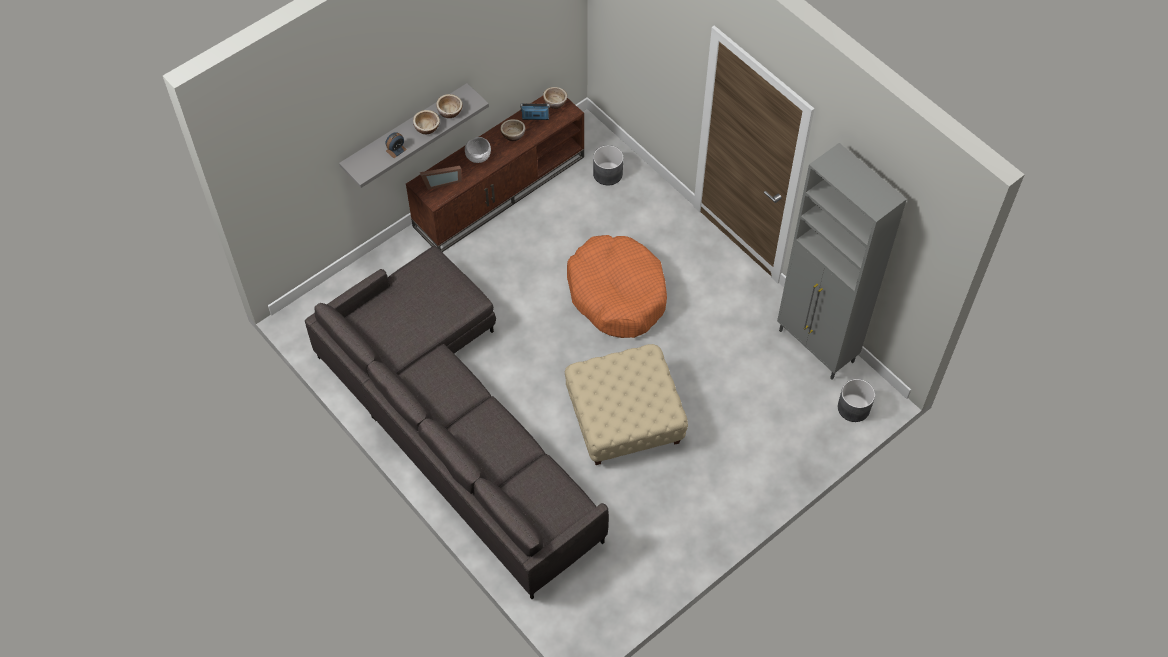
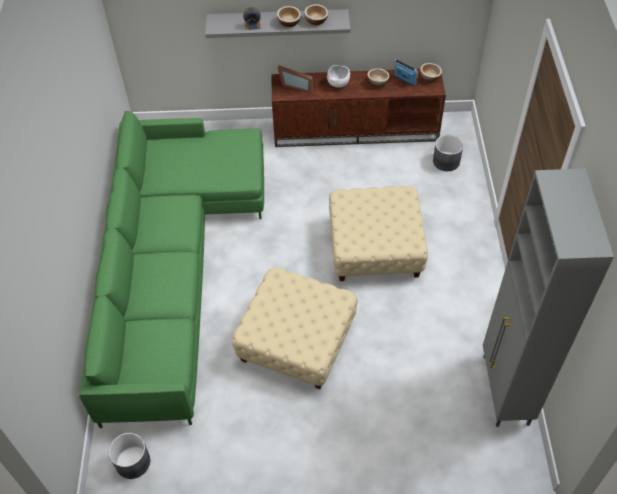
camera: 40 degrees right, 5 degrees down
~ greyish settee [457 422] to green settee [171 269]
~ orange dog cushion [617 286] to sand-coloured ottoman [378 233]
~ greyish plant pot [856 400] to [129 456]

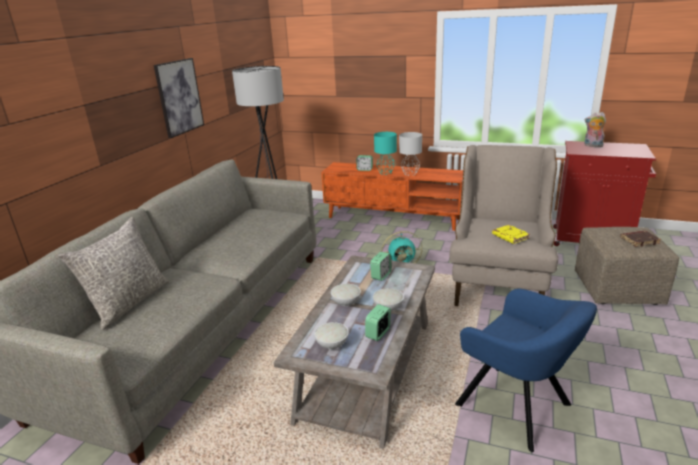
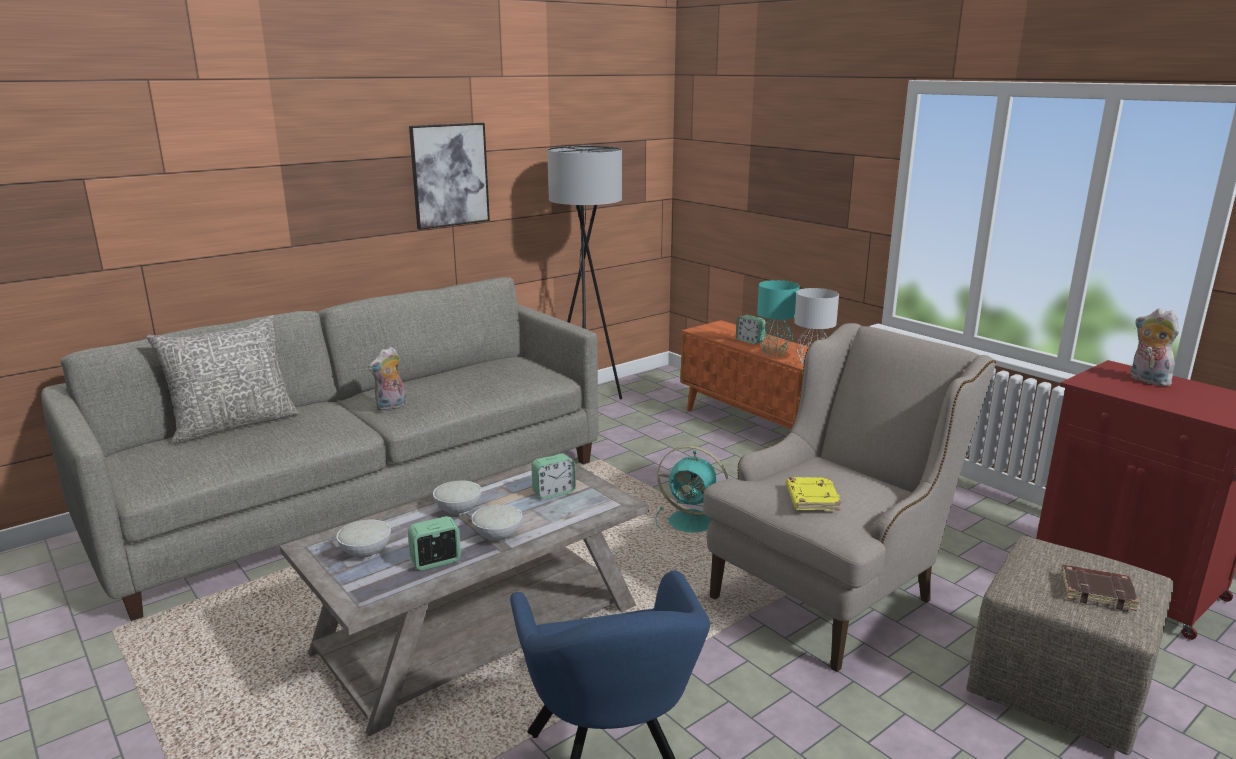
camera: 30 degrees right, 5 degrees down
+ soft toy [387 379]

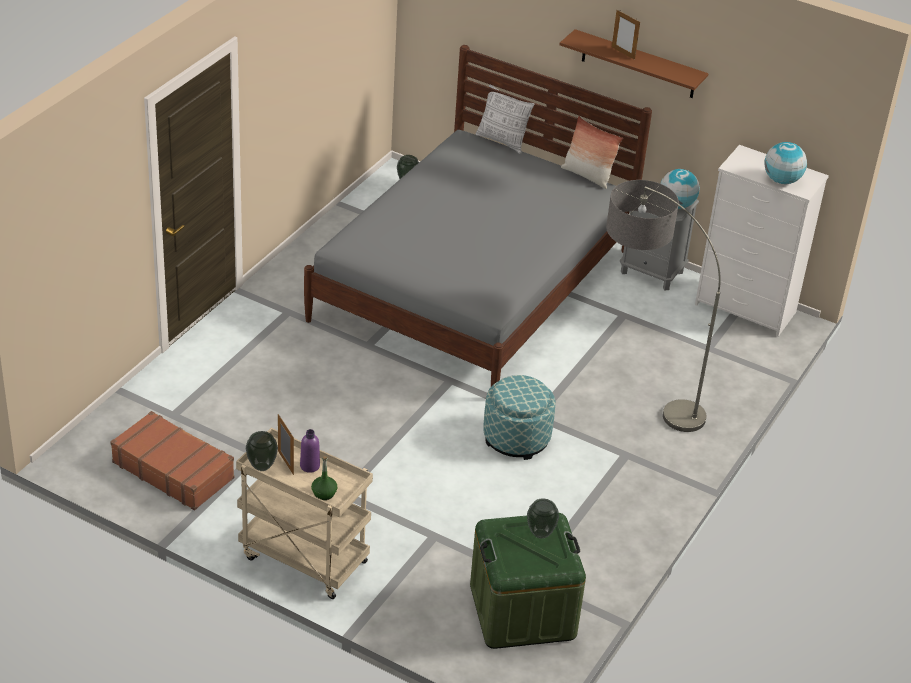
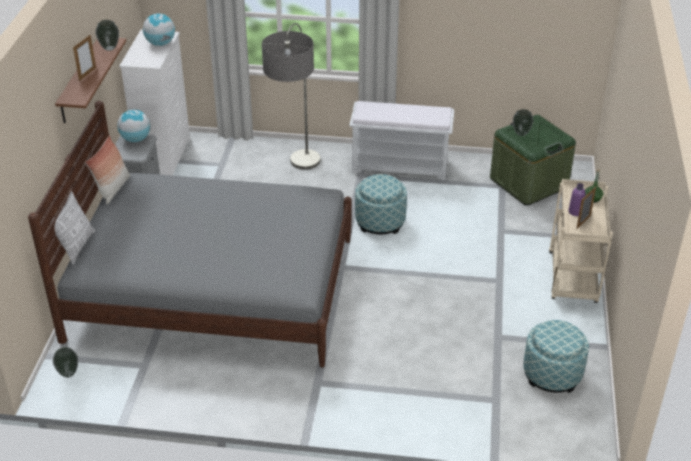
camera: 110 degrees left, 0 degrees up
~ brownish travel case [172 461] to ottoman [556 356]
~ flower vase [262 451] to [107 35]
+ white-coloured long seat [401 140]

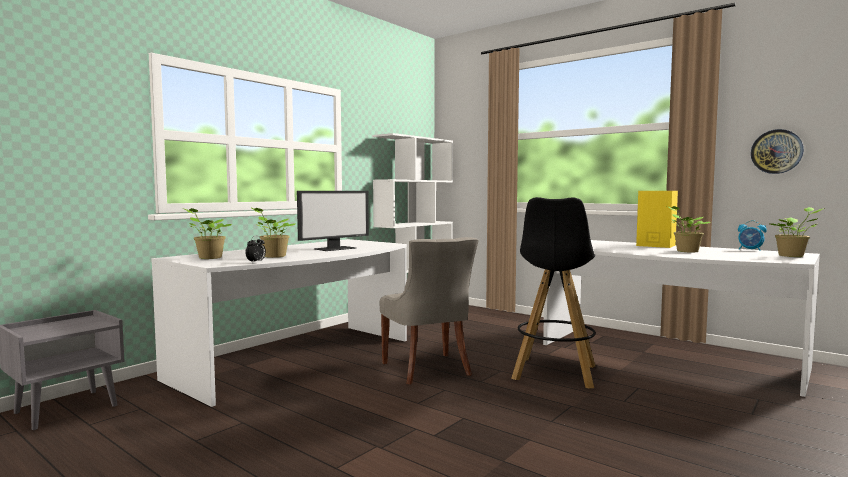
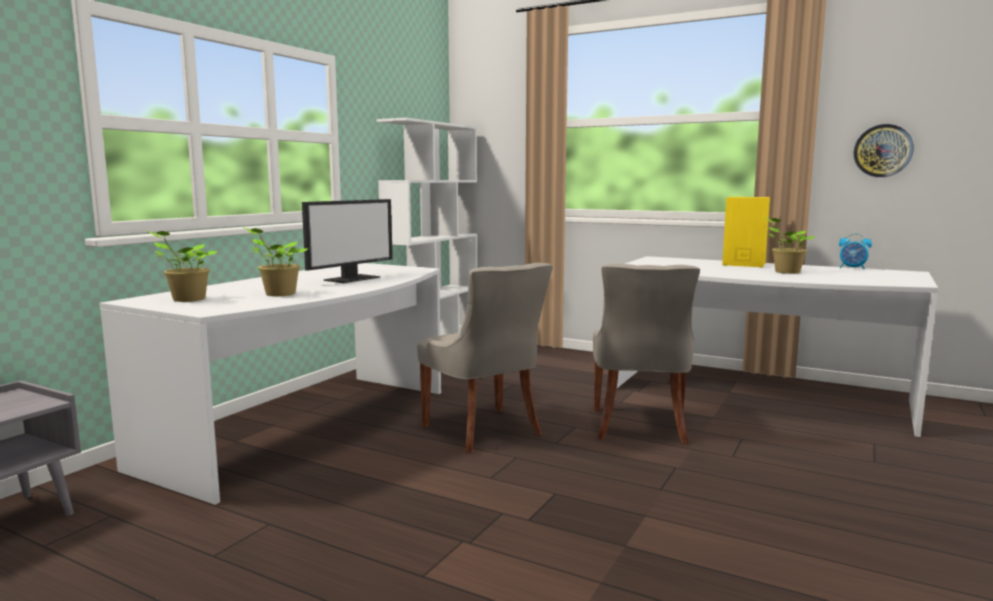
camera: 10 degrees left, 5 degrees up
- bedside clock [256 249]
~ blackish sitting stool [553 293] to greyish plain chair [646 354]
- houseplant [797 232]

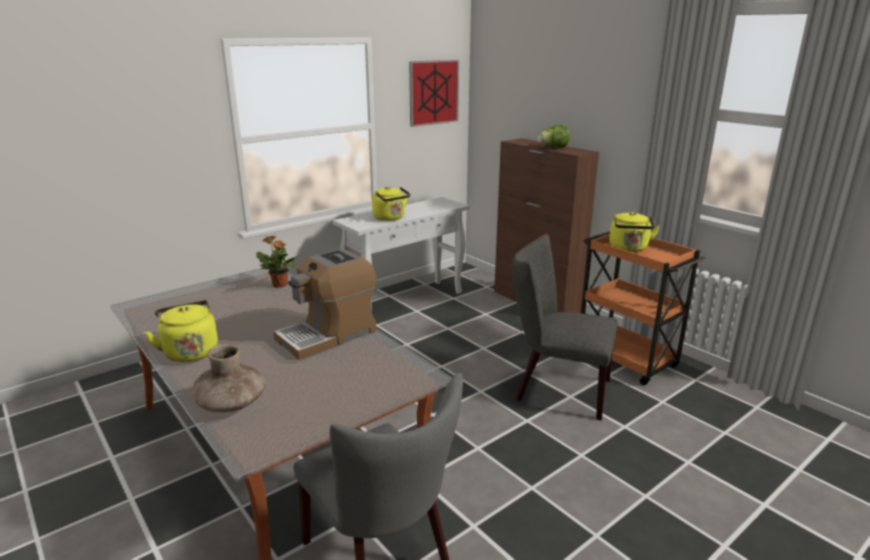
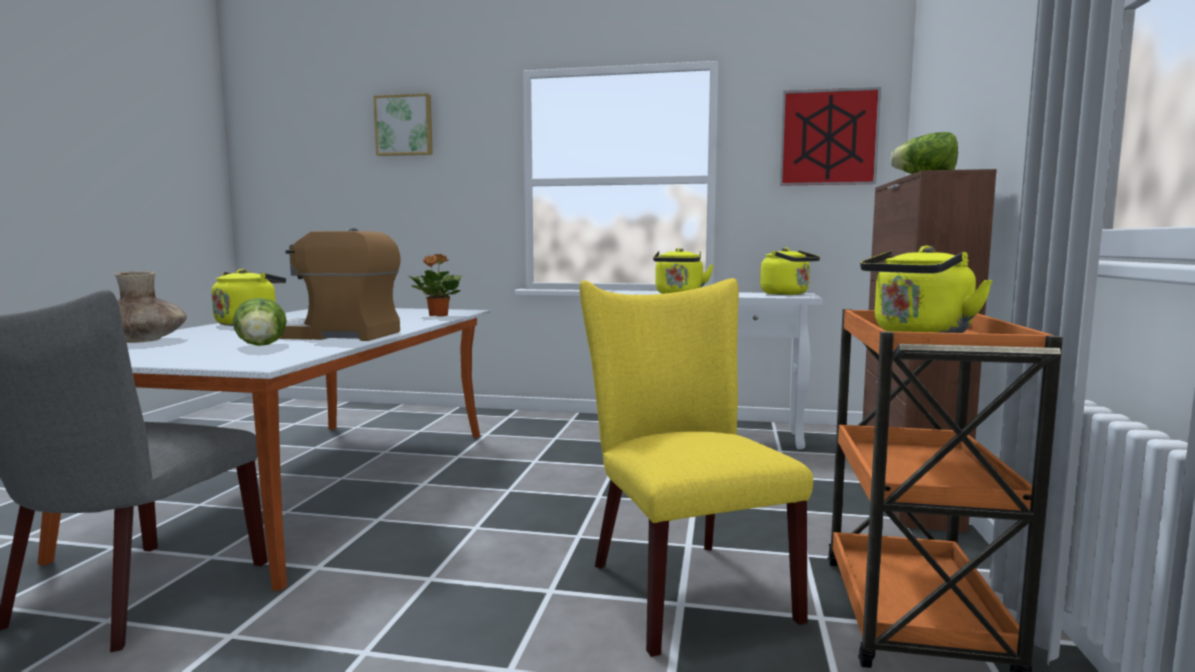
camera: 50 degrees right, 15 degrees down
~ greyish plain chair [565 327] to yellow-coloured plain chair [696 467]
+ lettuce [260 322]
+ wall art [403 124]
+ yellow-coloured kettle [790 271]

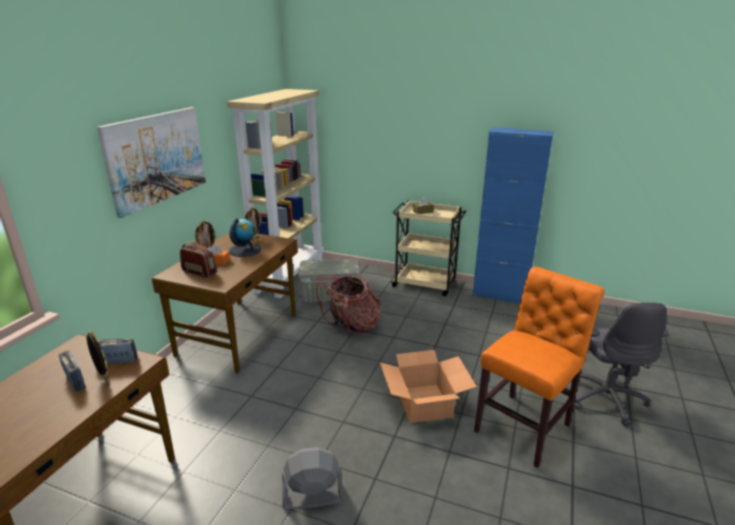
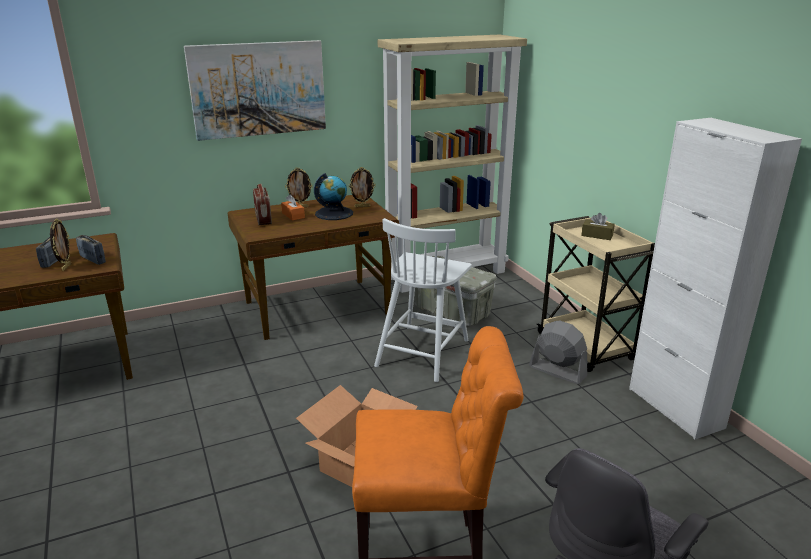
camera: 45 degrees right, 0 degrees up
~ greyish cooling fan [313 478] to [558 352]
~ rucksack [348 305] to white-coloured plain chair [423 300]
~ blue-coloured cupboard [513 215] to white-coloured cupboard [715 278]

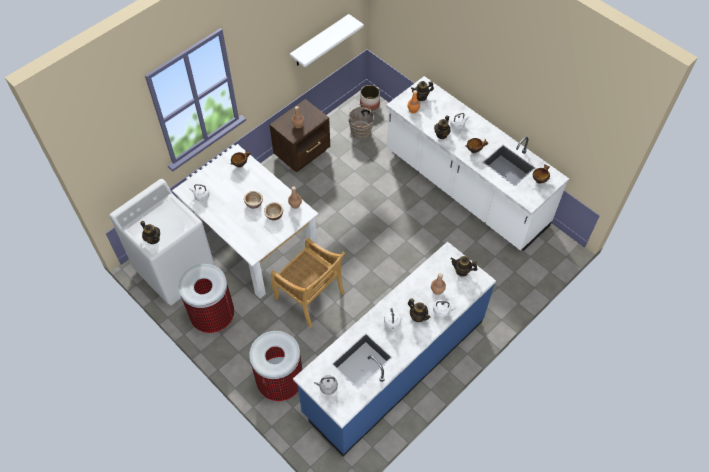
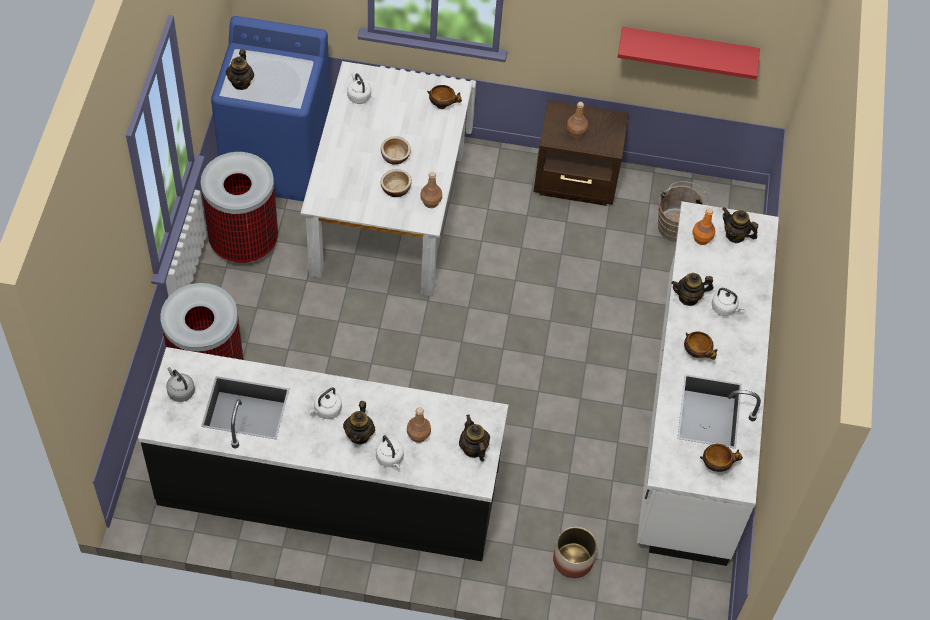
camera: 50 degrees right, 0 degrees up
~ white-coloured laundry machine [162 242] to blue-coloured laundry machine [270 109]
- sand-coloured plain chair [308 282]
~ white-coloured bracket shelf [327 40] to red-coloured bracket shelf [689 53]
~ blue-coloured kitchen counter [394 348] to blackish kitchen counter [323 454]
~ plant pot [370 98] to [575 552]

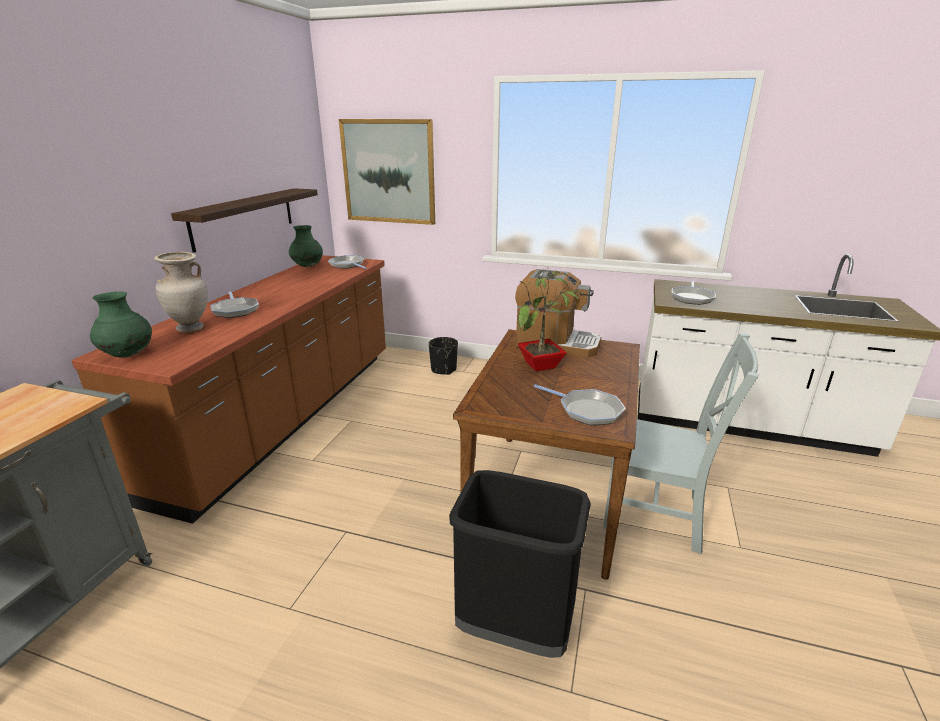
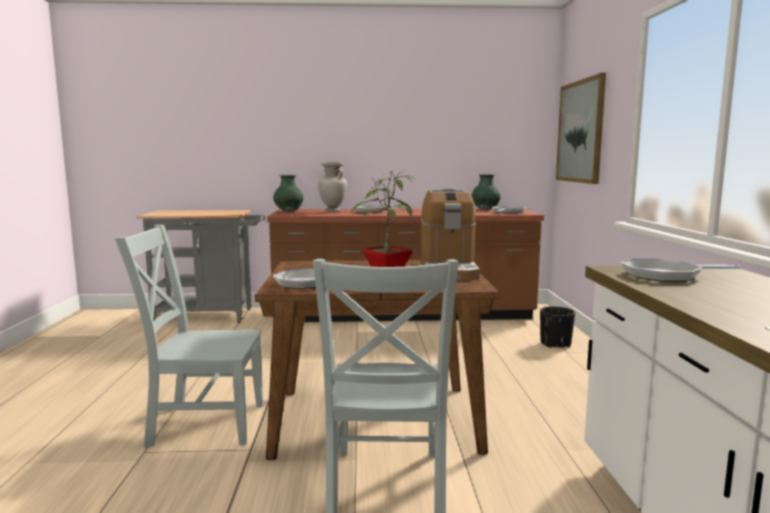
camera: 70 degrees right, 15 degrees down
- bracket shelf [244 220]
~ blackish waste bin [520 564] to greyish plain chair [189 336]

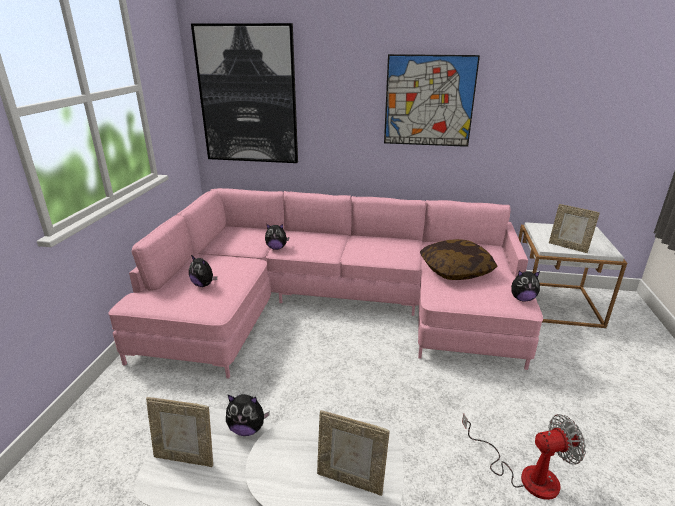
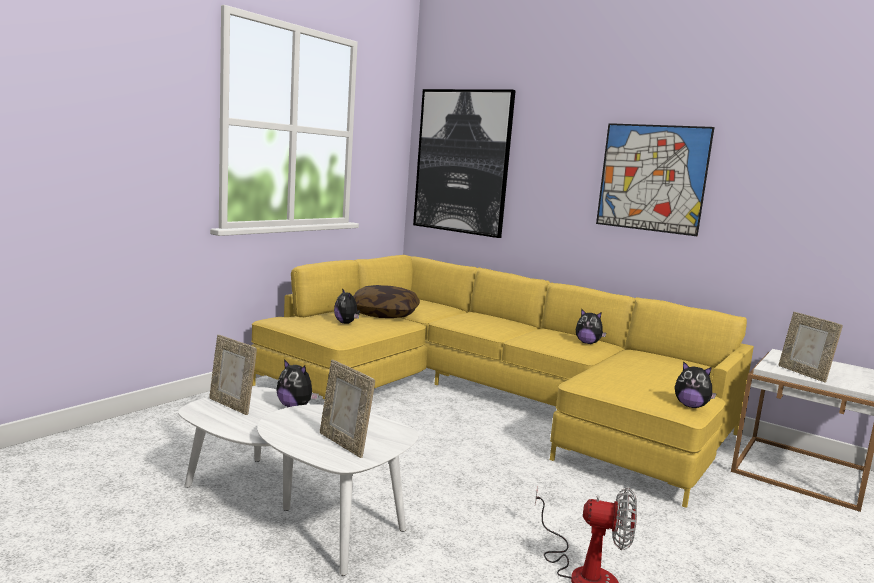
camera: 25 degrees right, 15 degrees down
~ pink settee [325 283] to yellow-coloured settee [502 381]
~ soft toy [277 237] to [591 326]
~ pillow [458 259] to [386 301]

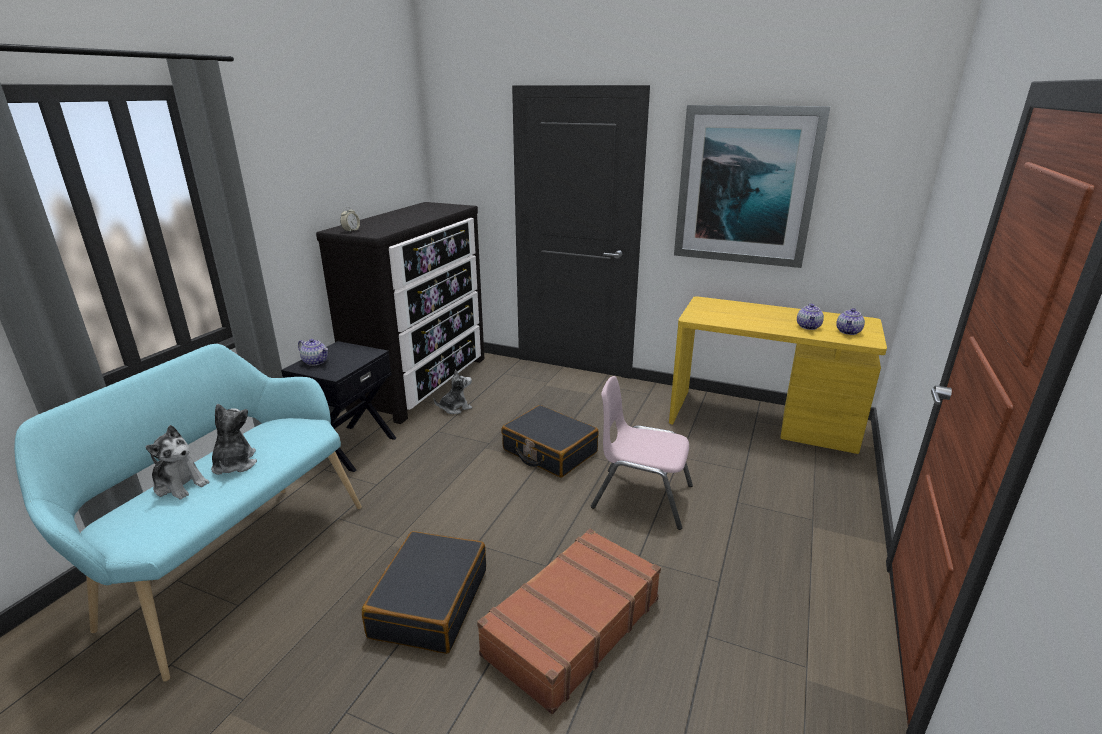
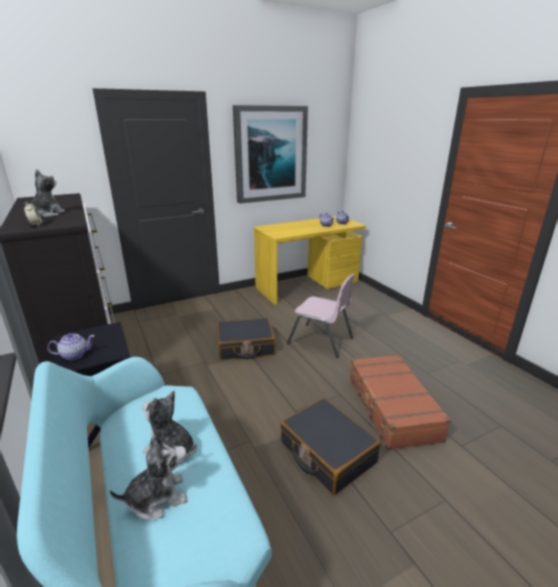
camera: 50 degrees left, 0 degrees up
~ soft toy [453 391] to [45 193]
~ pink plain chair [642 453] = [321 316] 120 degrees counterclockwise

